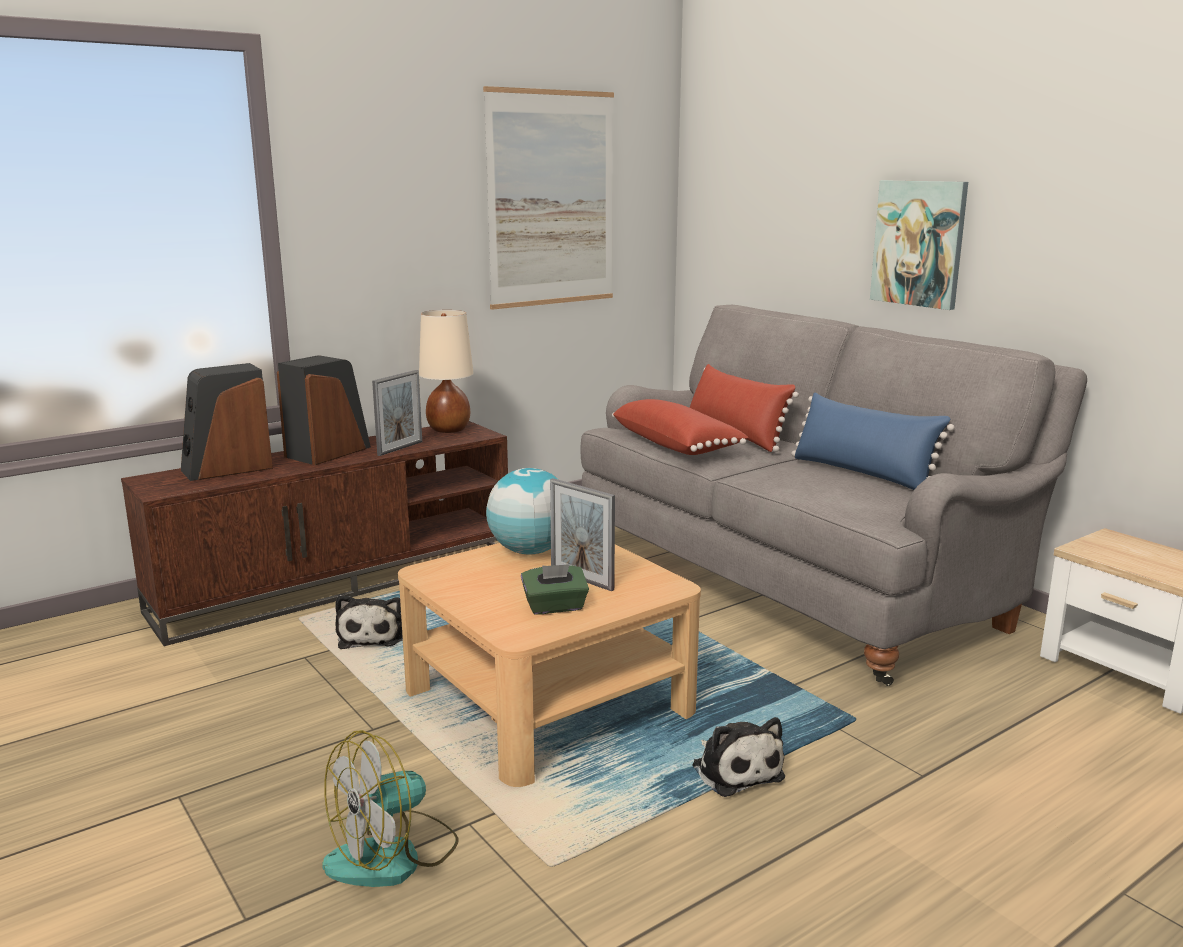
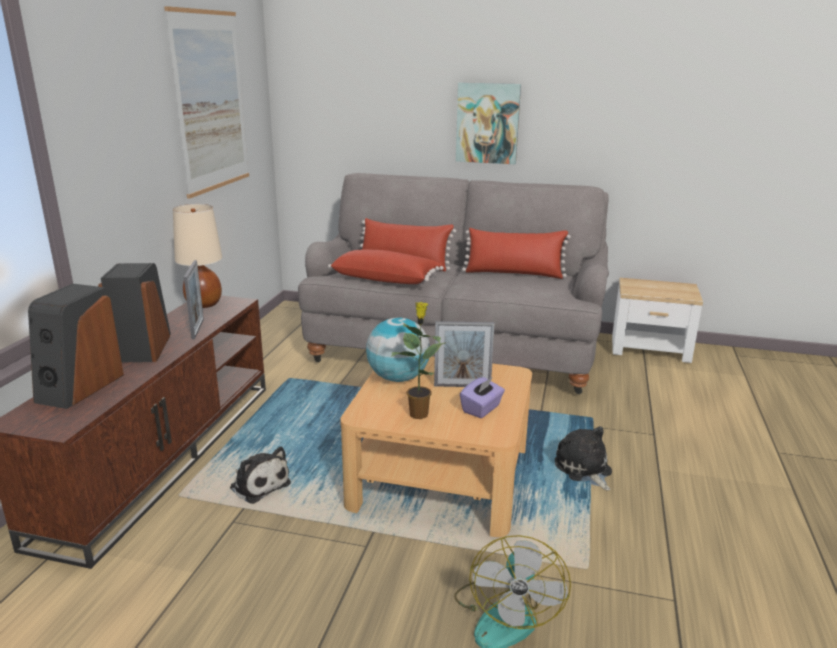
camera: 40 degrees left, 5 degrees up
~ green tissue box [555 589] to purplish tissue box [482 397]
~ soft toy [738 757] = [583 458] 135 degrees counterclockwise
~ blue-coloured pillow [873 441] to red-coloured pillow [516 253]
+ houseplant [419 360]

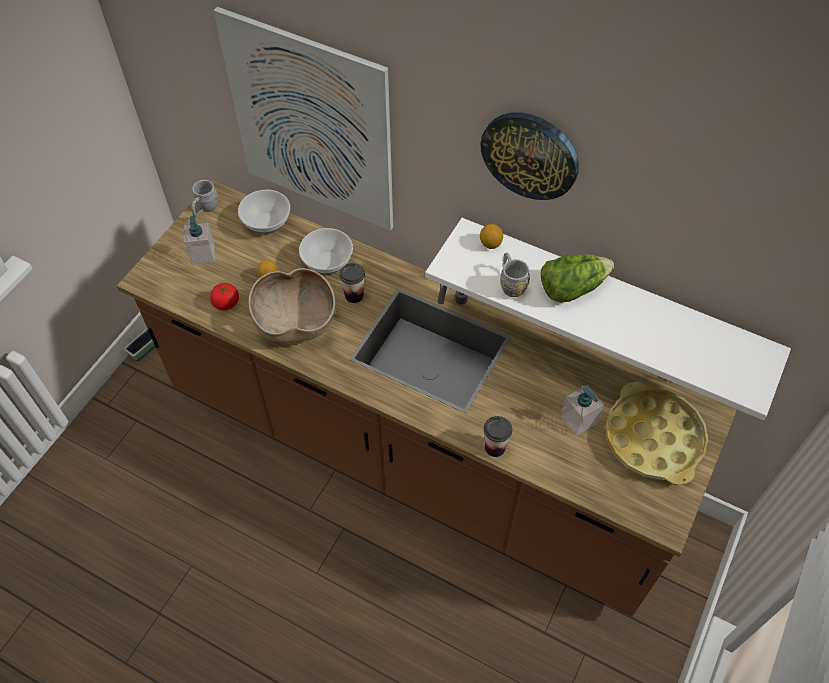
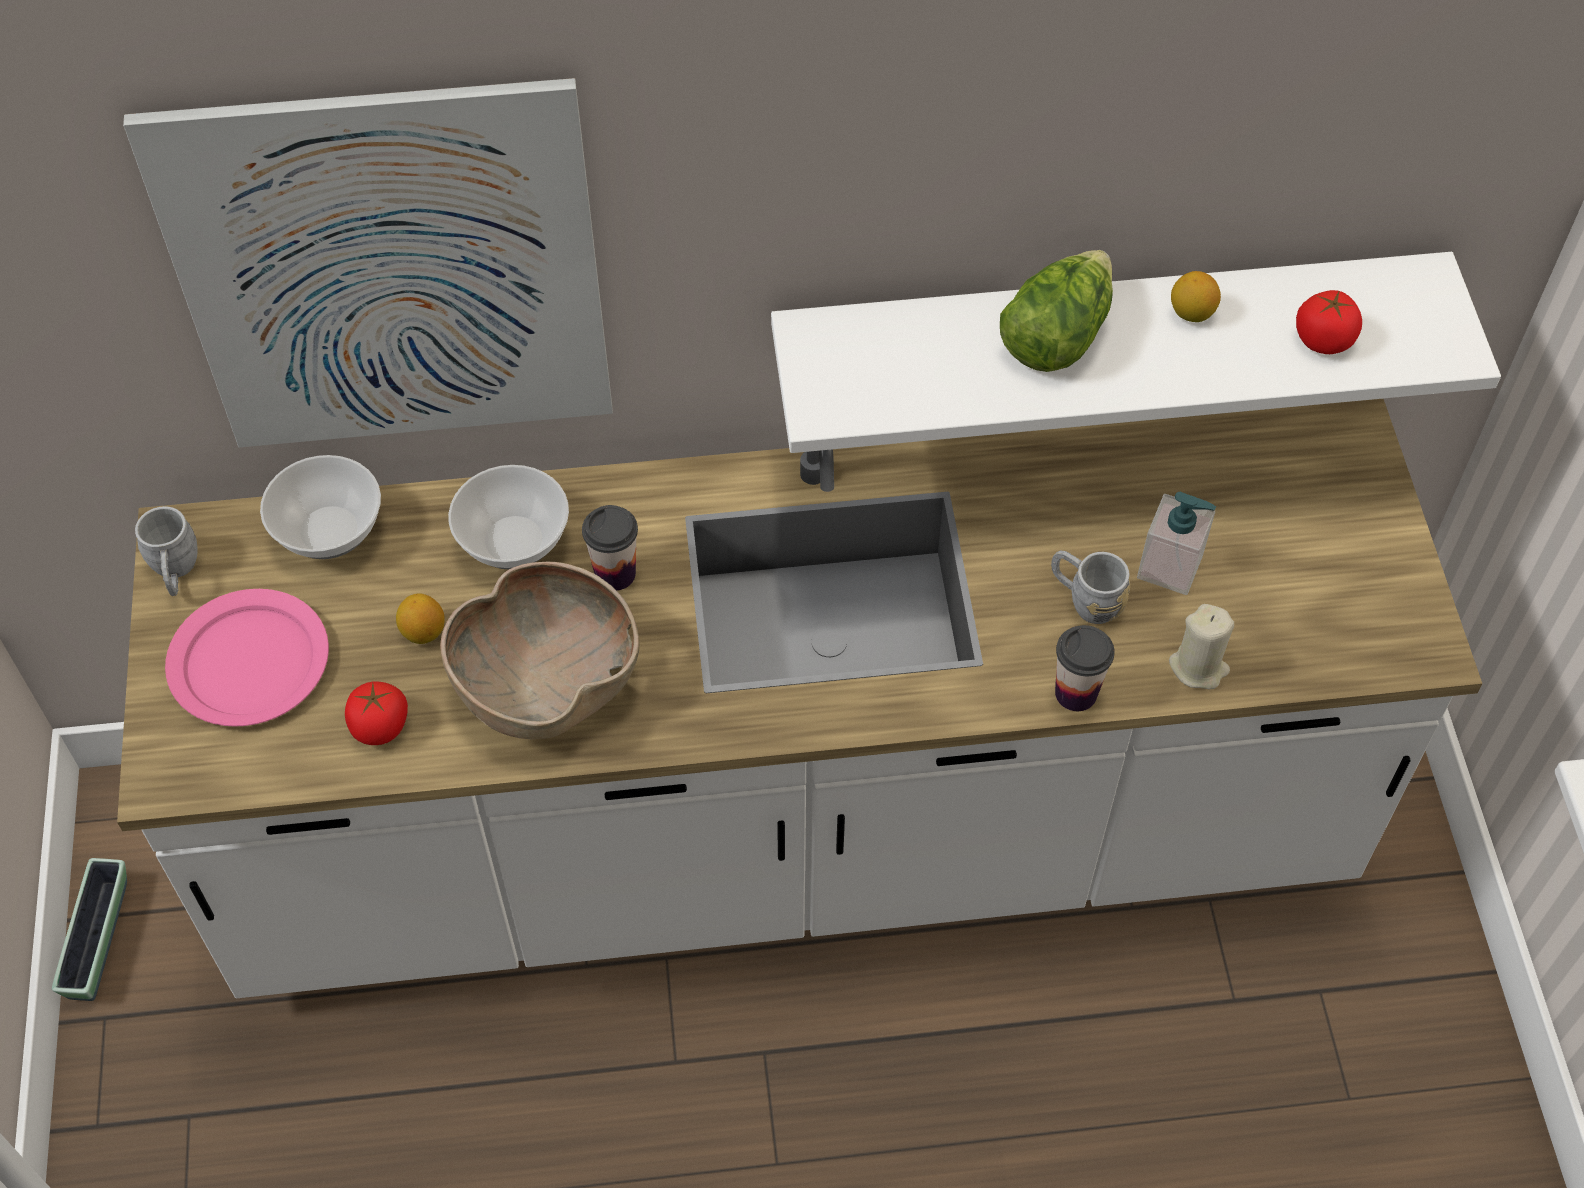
camera: 35 degrees left, 0 degrees up
~ brownish kitchen counter [427 398] to white-coloured kitchen counter [799 698]
~ soap bottle [199 240] to pink plate [247 658]
- hanging clock [529 156]
~ lemon [491 236] to [1196 296]
~ greyish tea mug [515 275] to [1090 587]
- yellow-coloured tray [656 433]
+ sand-coloured wax light [1201 646]
+ fresh tomato [1329 322]

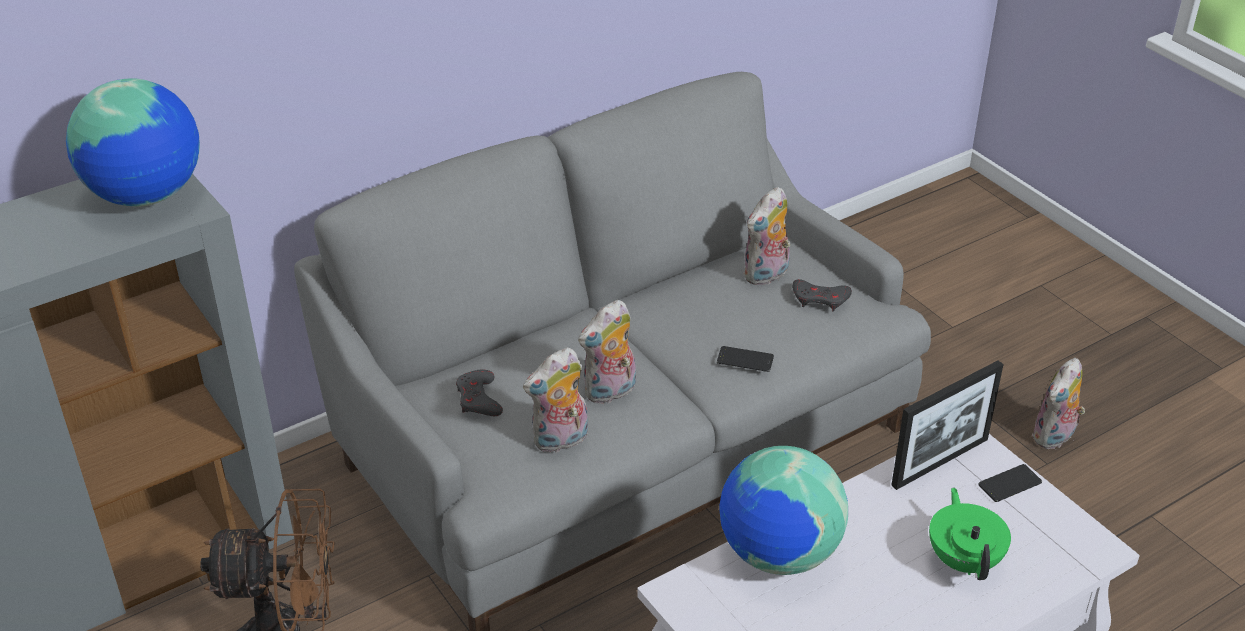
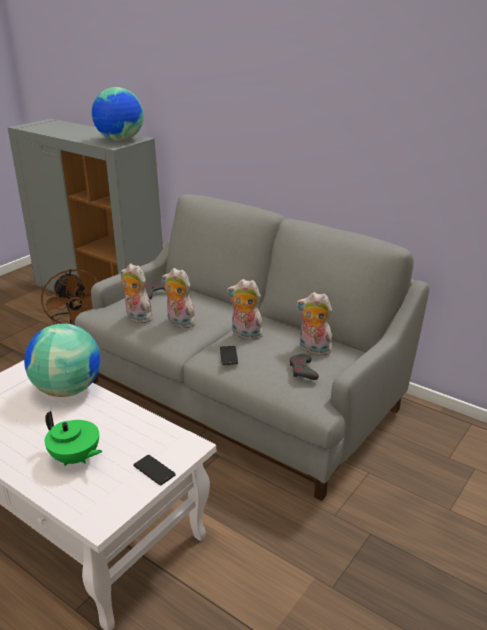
camera: 70 degrees right, 10 degrees down
- picture frame [947 425]
~ green teapot [970 533] = [73 438] 60 degrees clockwise
~ soft toy [1058 403] to [245 309]

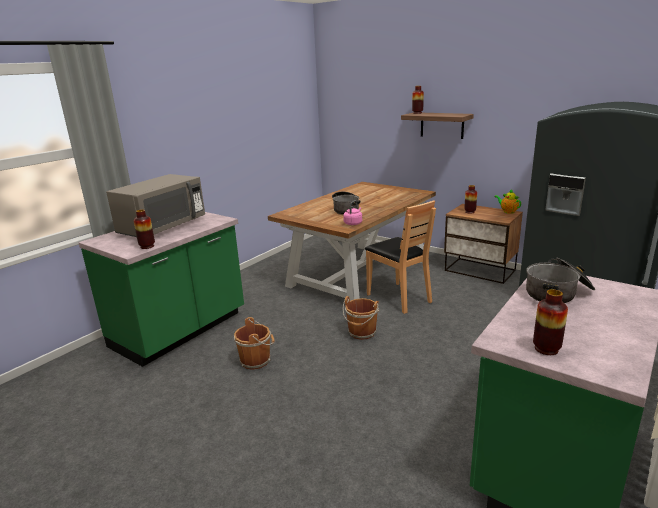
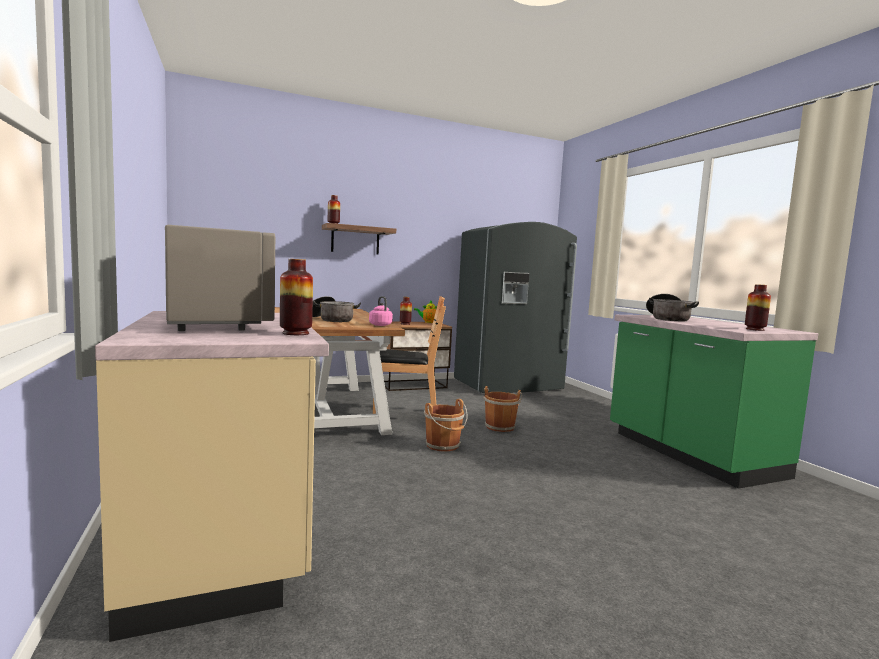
camera: 60 degrees left, 15 degrees down
~ green kitchen counter [161 289] to sand-coloured kitchen counter [212 476]
~ brownish pail [254 343] to [502 409]

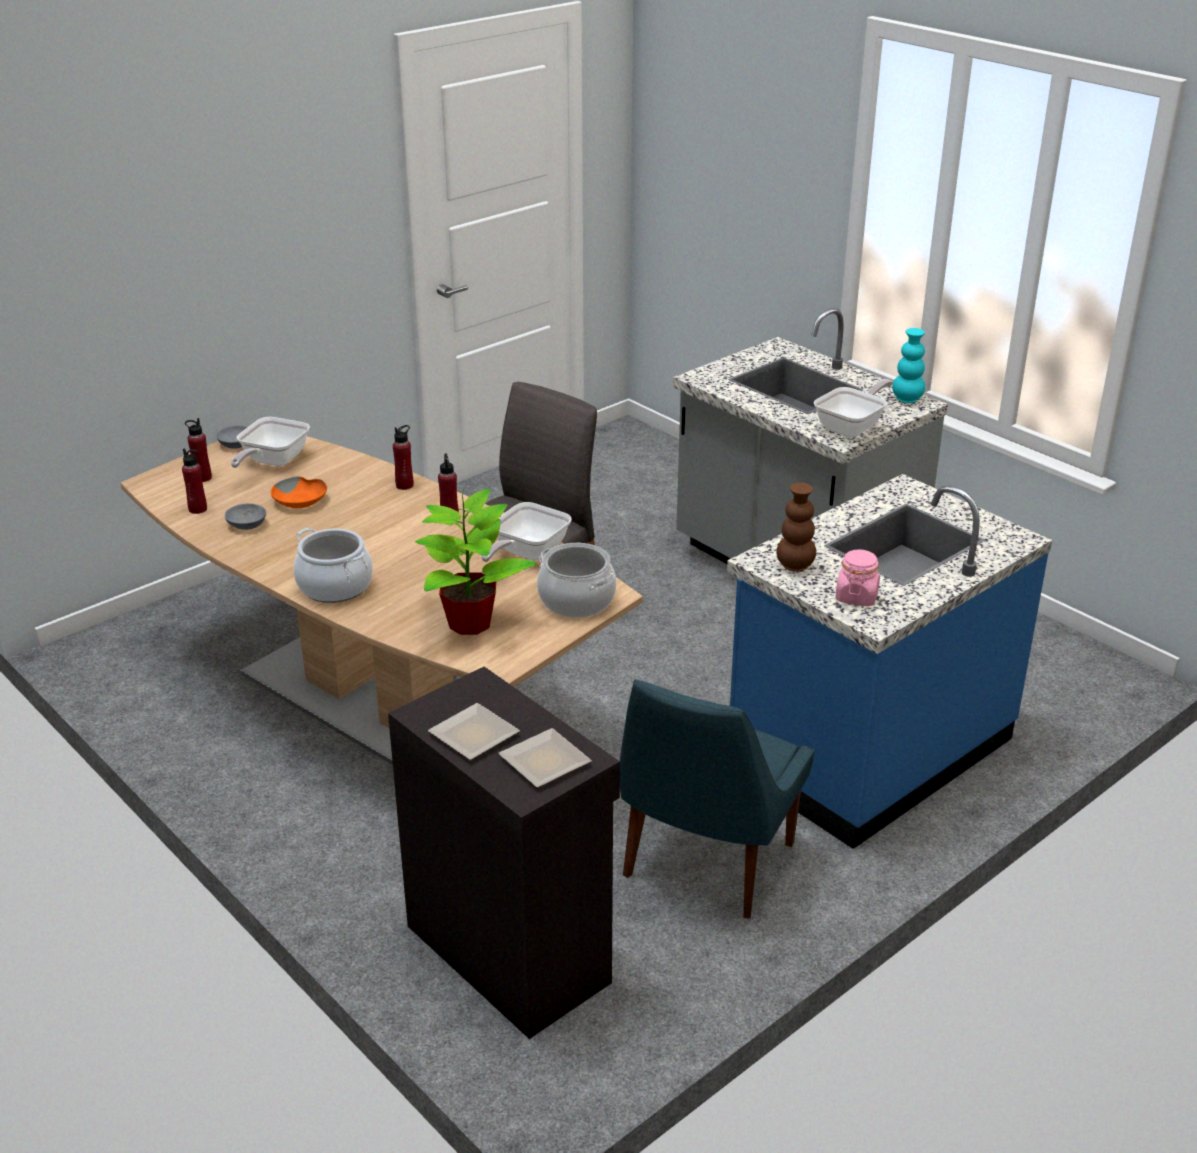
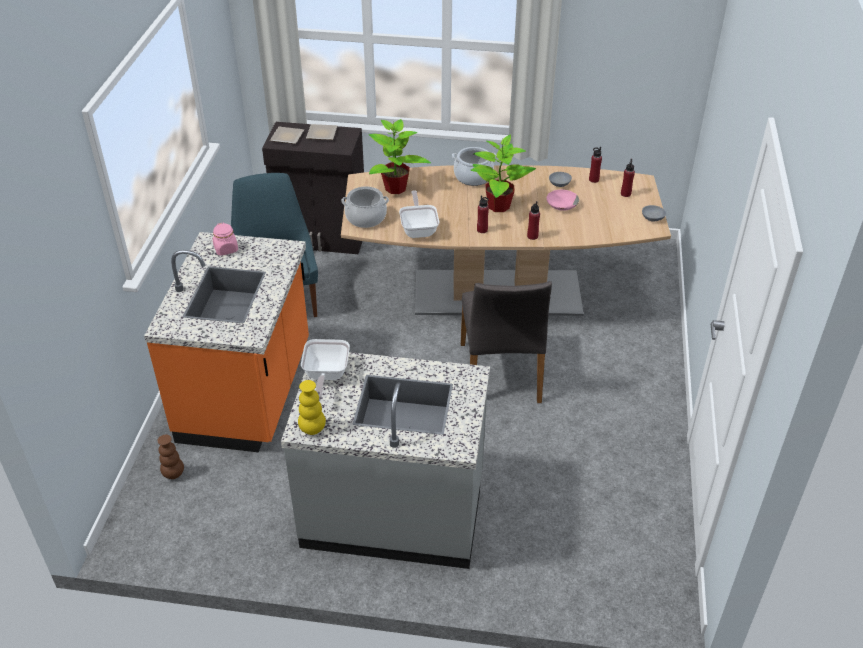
camera: 140 degrees right, 10 degrees up
- frying pan [270 442]
~ orange bowl [299 492] to pink bowl [562 200]
~ blue-coloured kitchen counter [889 661] to orange kitchen counter [226 342]
~ brownish flower vase [796 527] to [171 457]
~ turquoise-coloured flower vase [908 365] to yellow-coloured flower vase [312 407]
+ houseplant [503 173]

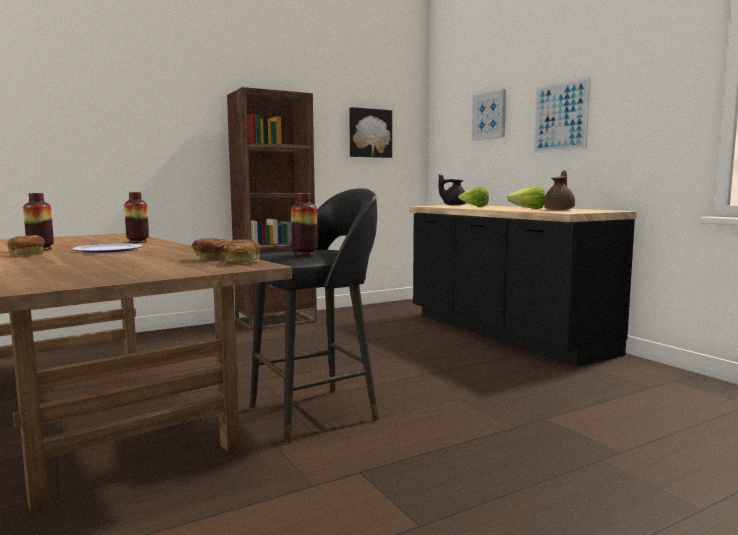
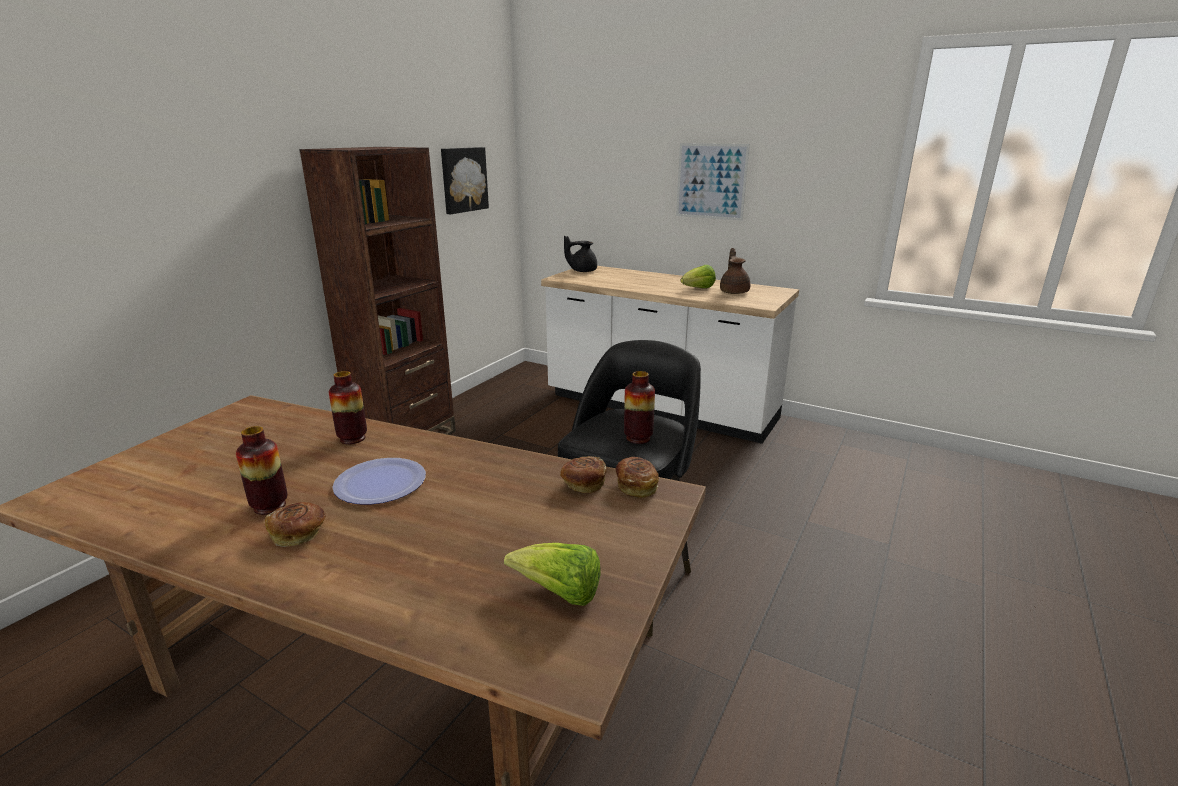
camera: 30 degrees left, 15 degrees up
~ blackish kitchen counter [522 286] to white-coloured kitchen counter [670 355]
~ lettuce [473 197] to [552 574]
- wall art [489 114]

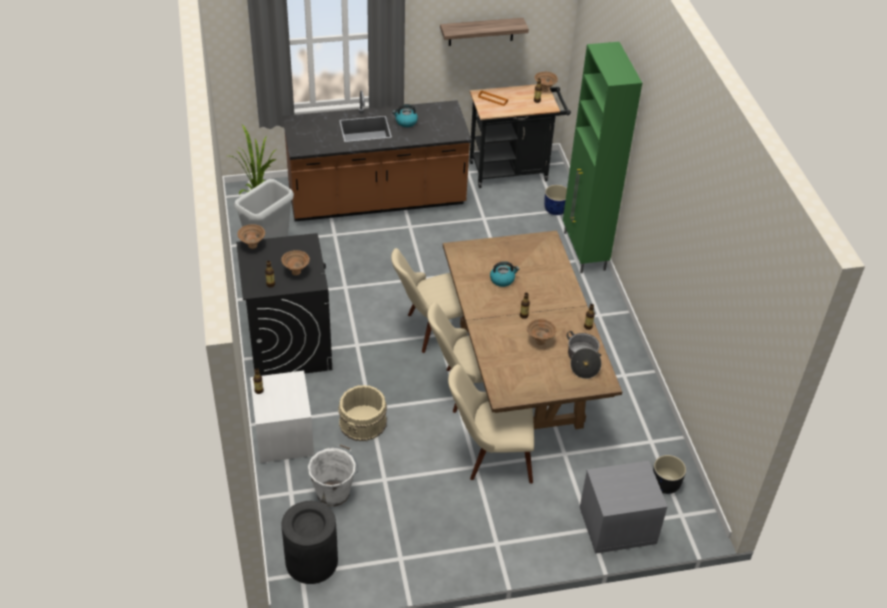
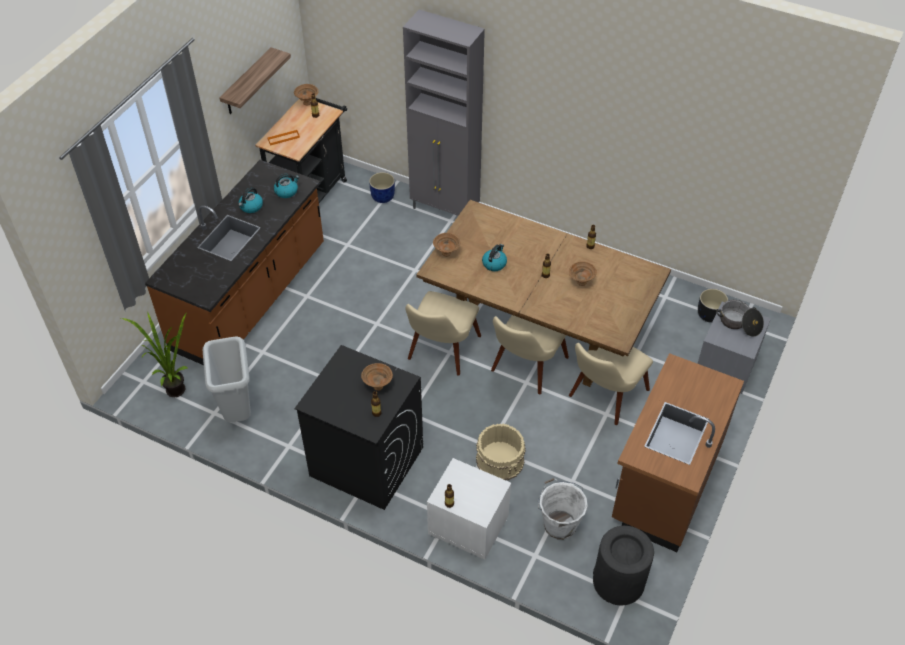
camera: 50 degrees left, 5 degrees up
~ brownish bowl [251 236] to [446 245]
~ green cupboard [602 157] to greyish cupboard [444 113]
~ stockpot [584 355] to [740 318]
+ kettle [286 185]
+ brownish kitchen counter [678 452]

